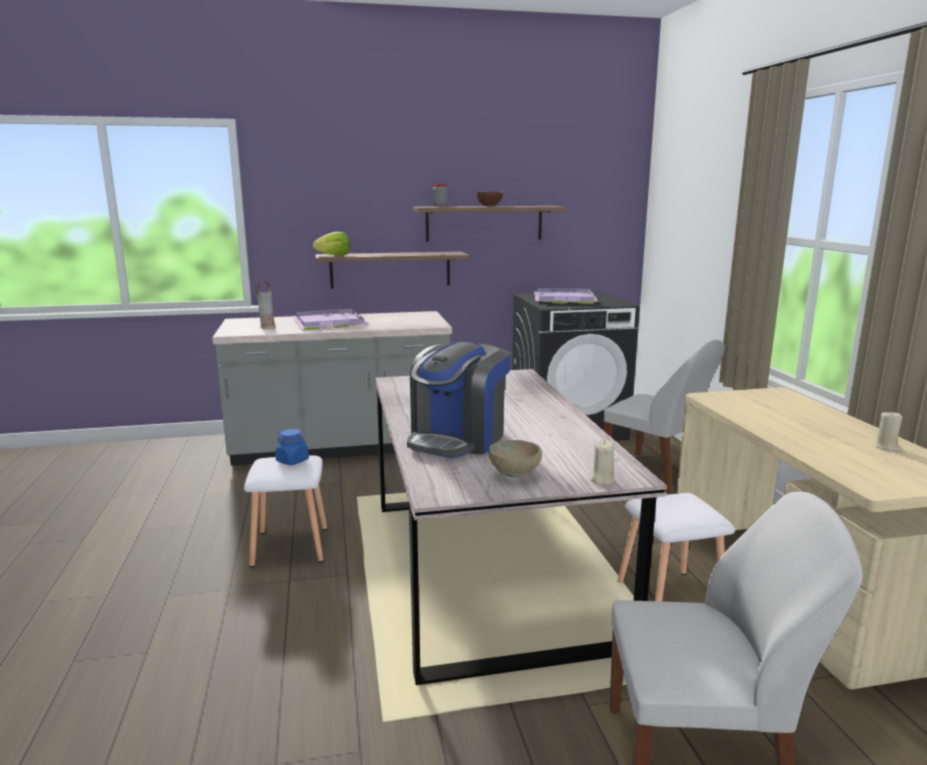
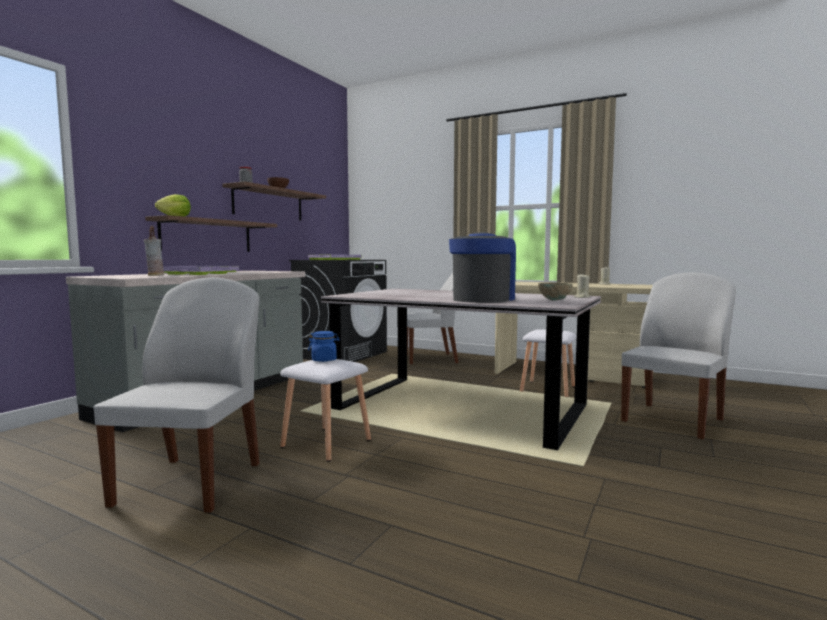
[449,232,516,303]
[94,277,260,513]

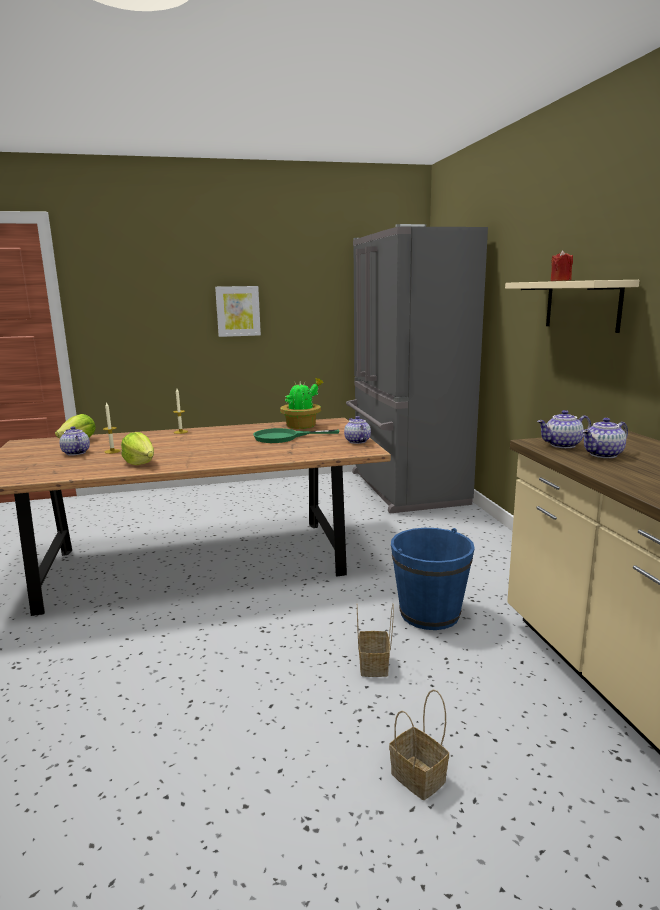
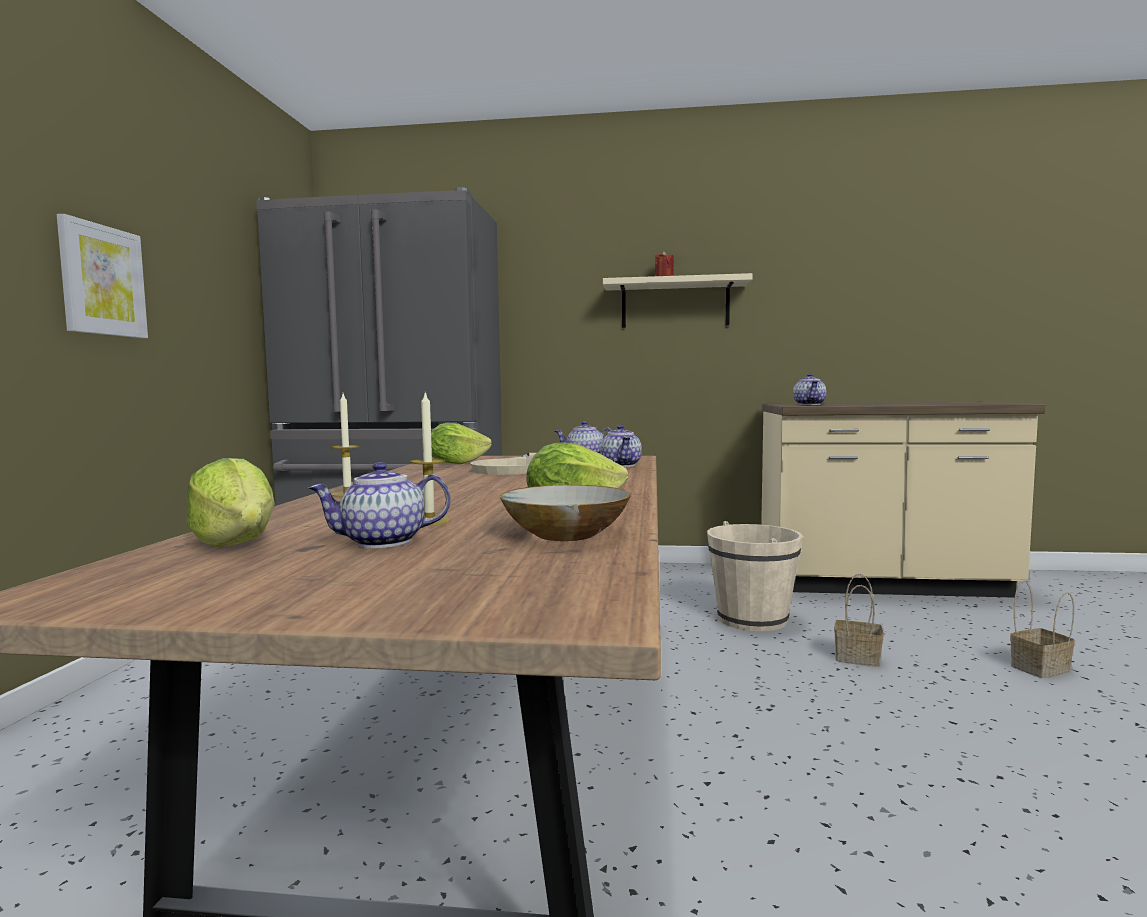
[431,423,492,464]
[600,425,642,467]
[470,453,536,475]
[707,521,803,631]
[500,485,631,541]

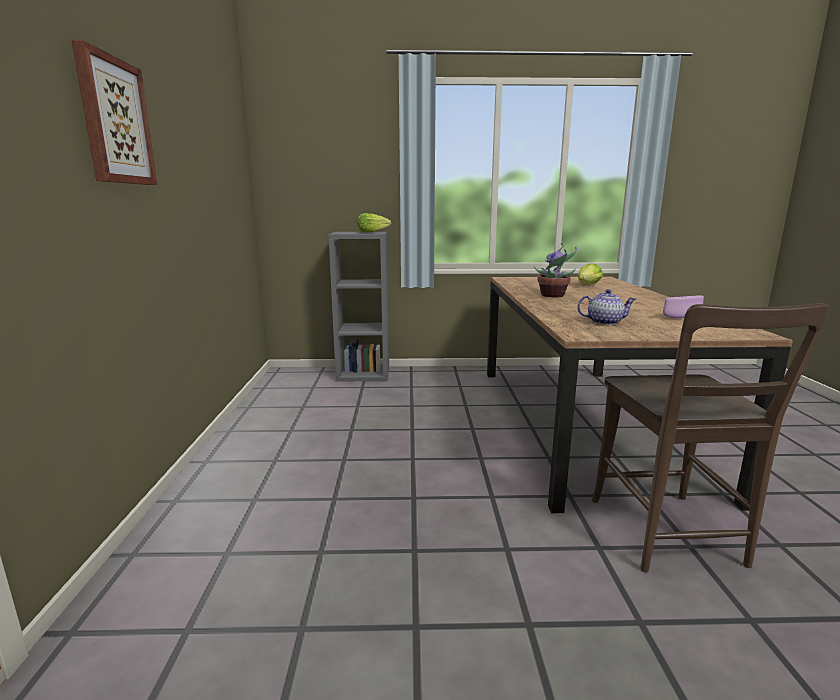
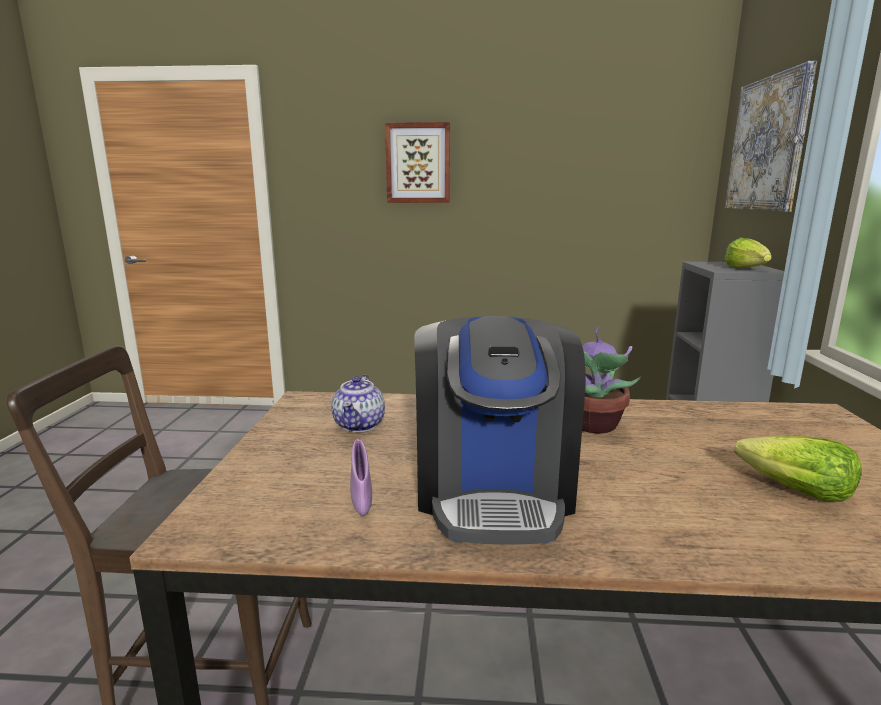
[725,61,817,212]
[414,316,586,545]

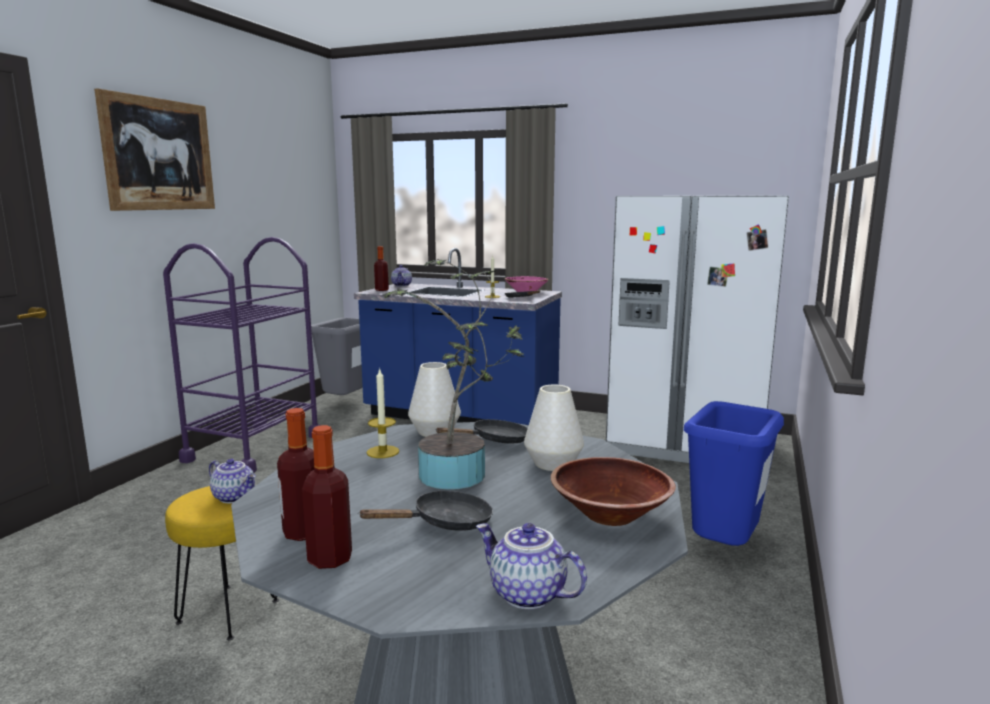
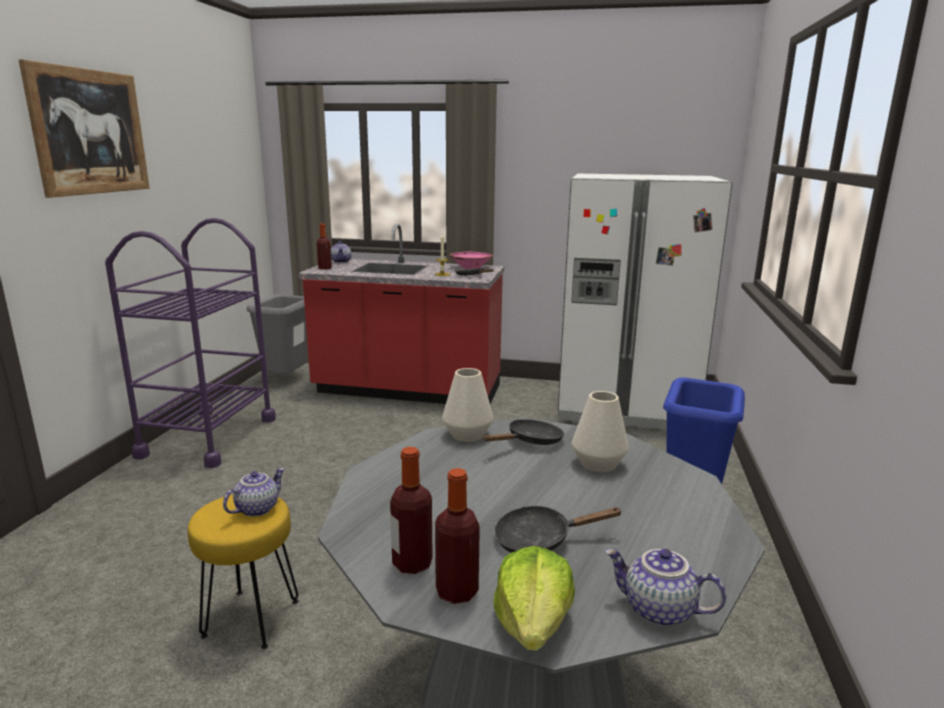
[298,224,504,404]
[382,259,524,490] (first image)
[367,367,399,458] (first image)
[551,457,676,526] (first image)
[223,468,285,517]
[494,506,623,553]
[494,546,575,651]

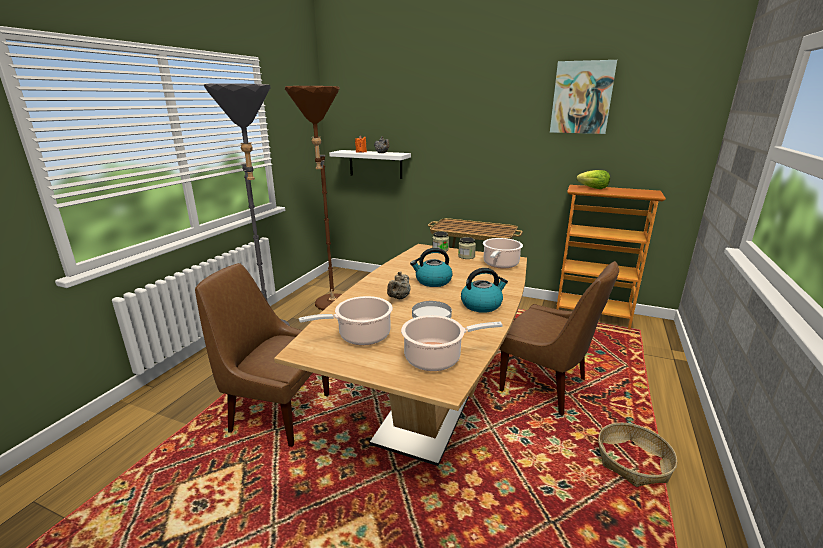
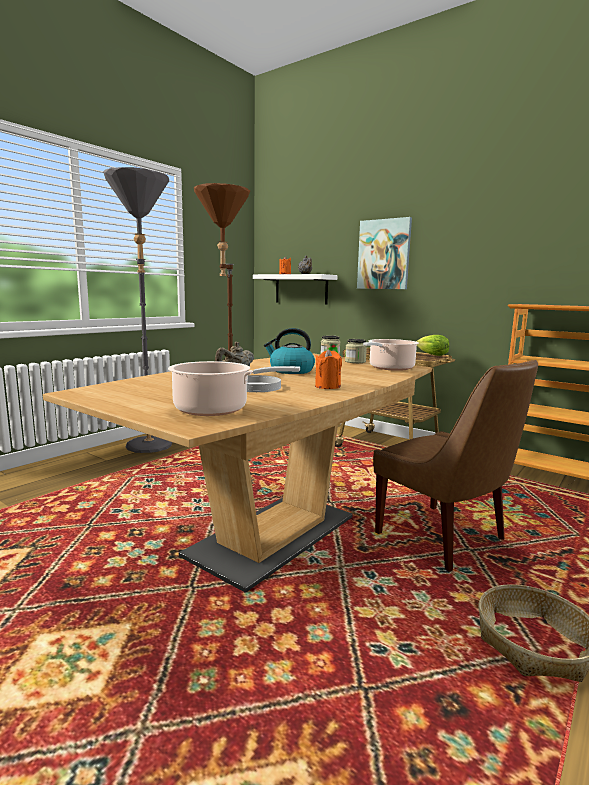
[357,217,412,289]
[416,335,449,356]
[195,263,329,447] (first image)
[315,349,342,389]
[298,296,393,345] (first image)

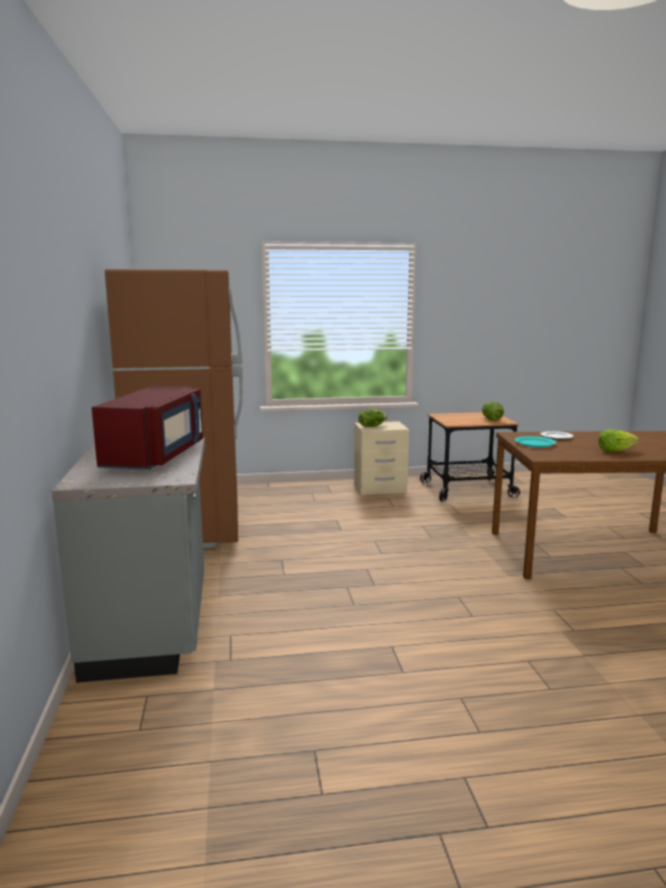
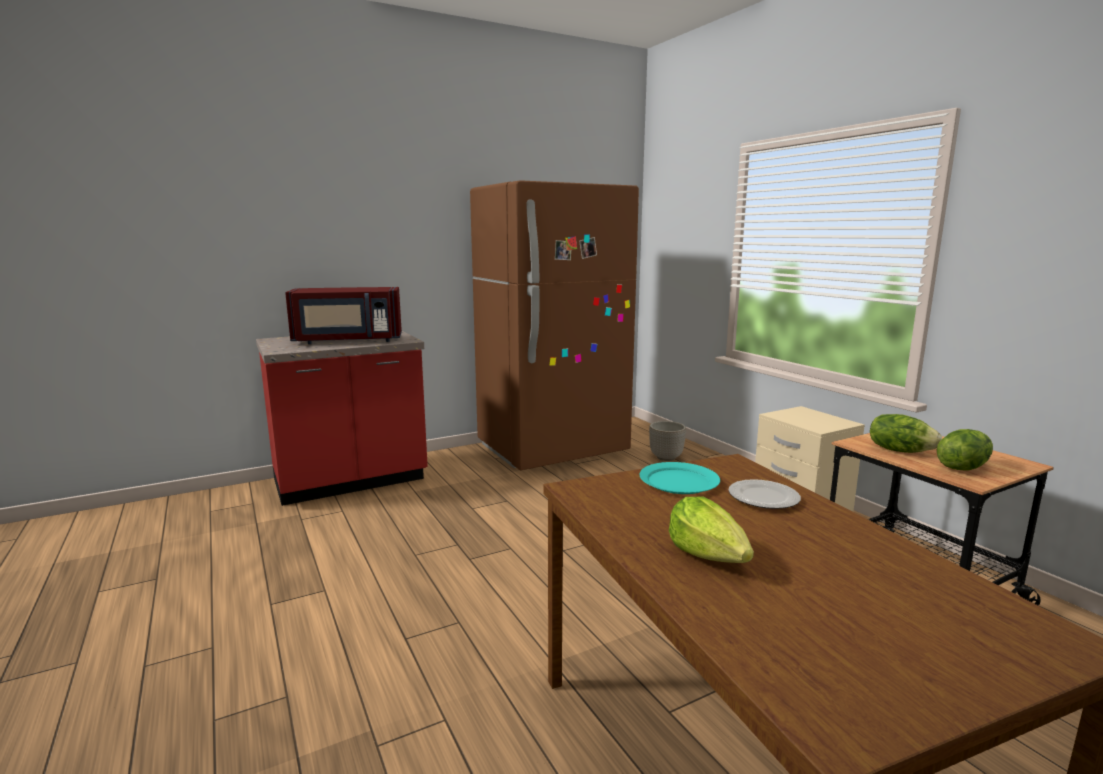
[870,414,942,453]
[256,331,428,506]
[649,421,686,461]

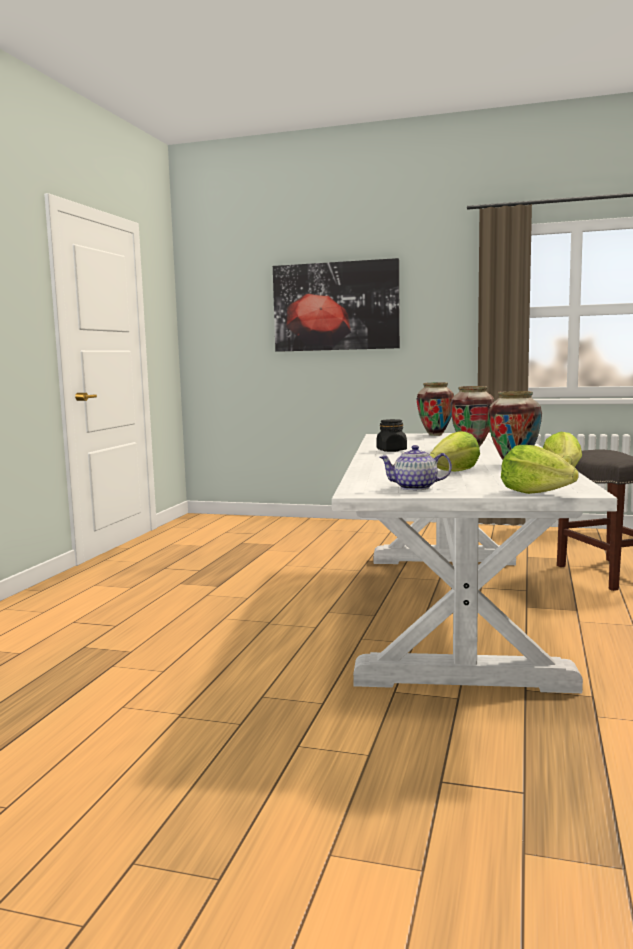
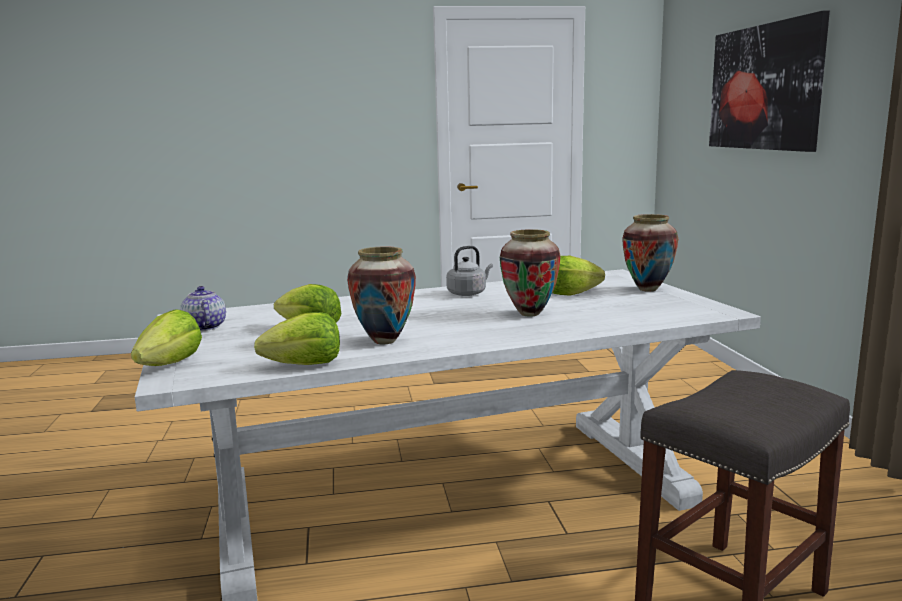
[446,246,493,296]
[553,256,605,296]

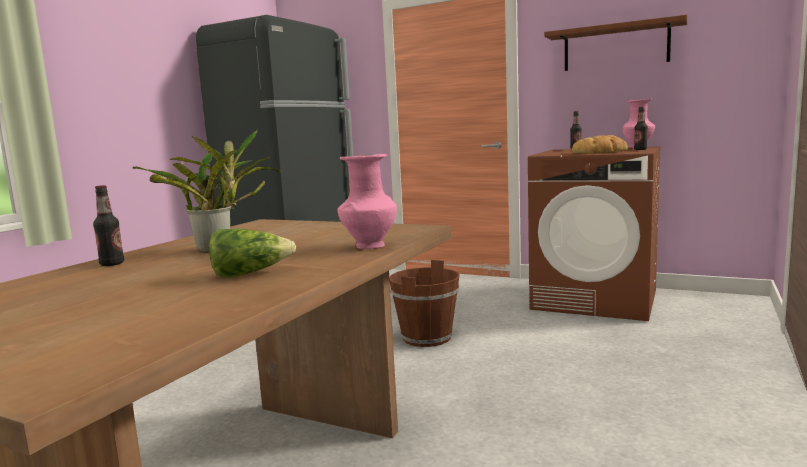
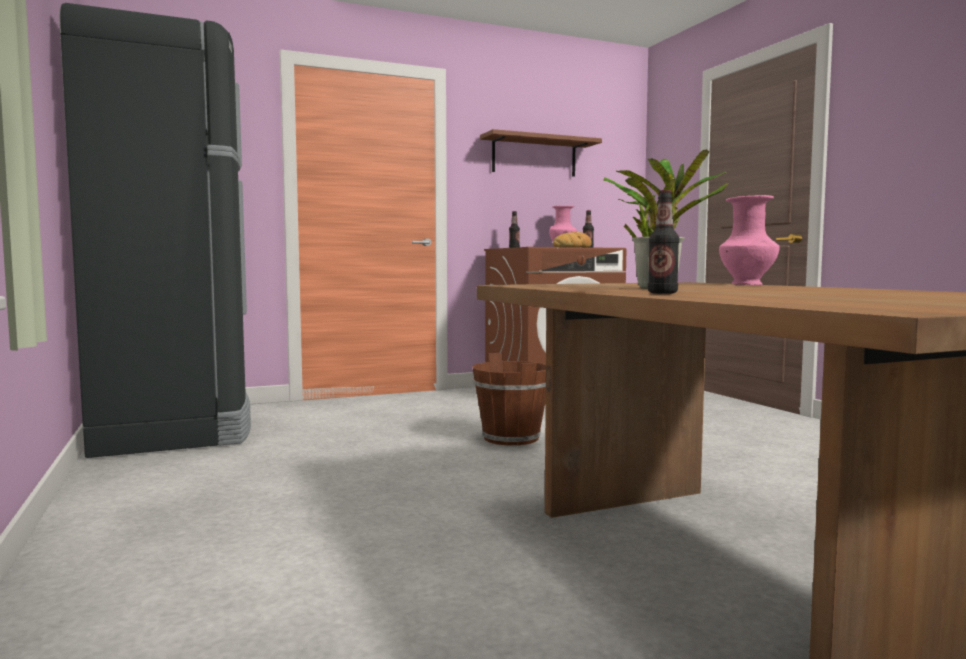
[209,229,296,278] (first image)

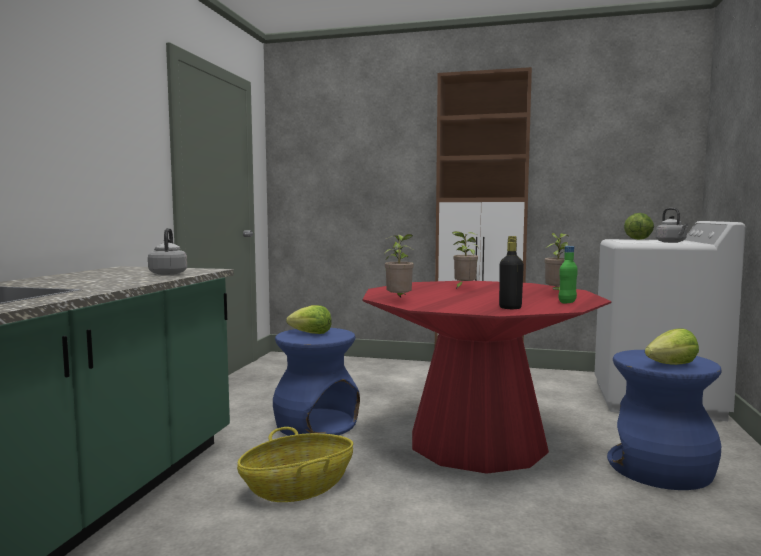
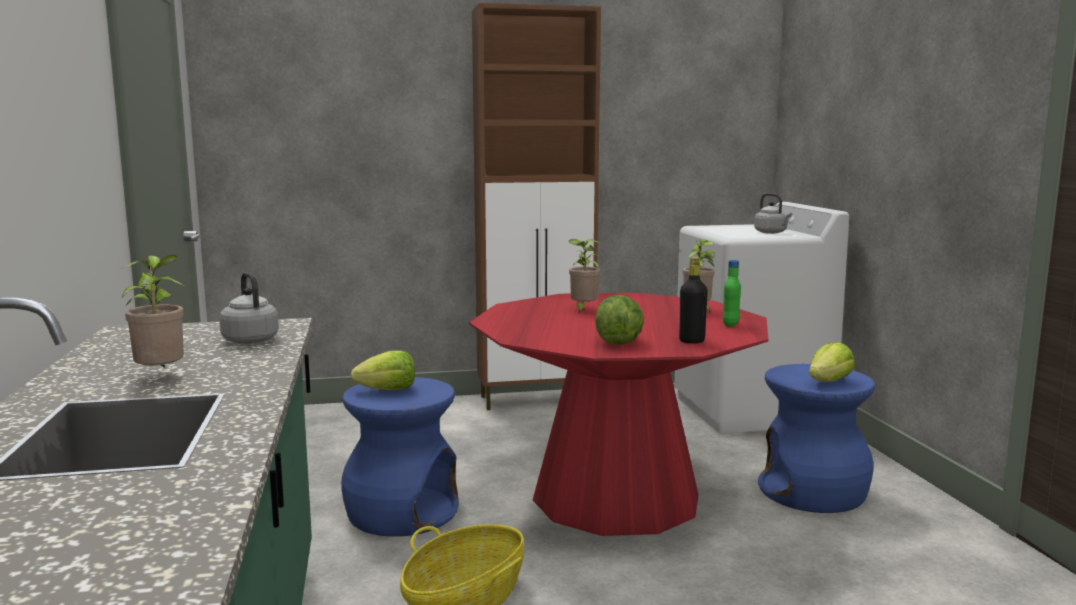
[595,295,644,345]
[121,255,184,369]

